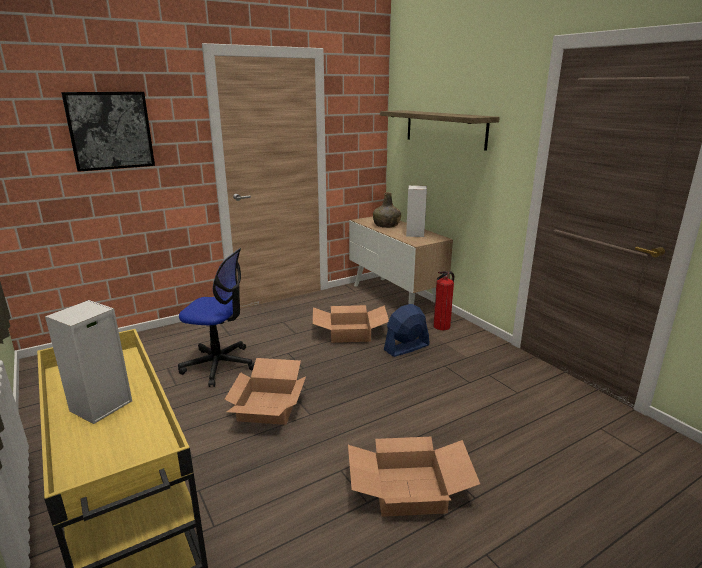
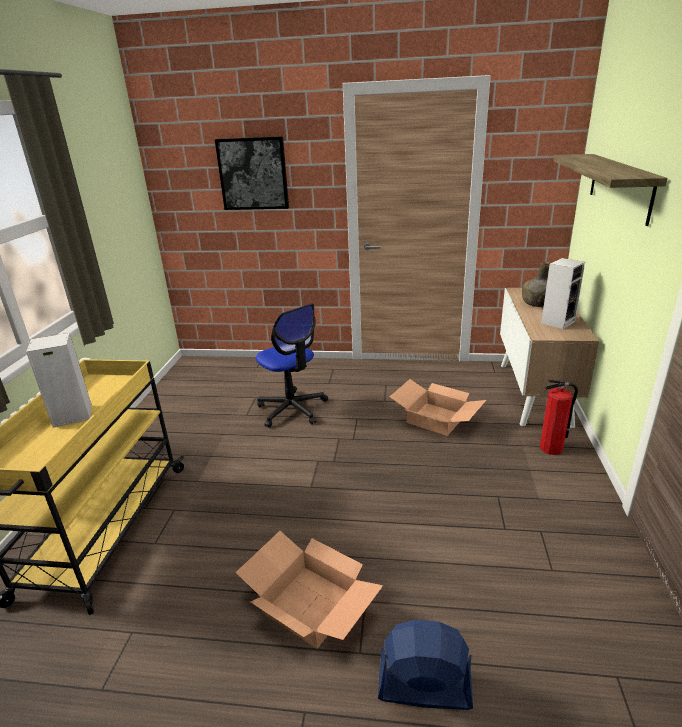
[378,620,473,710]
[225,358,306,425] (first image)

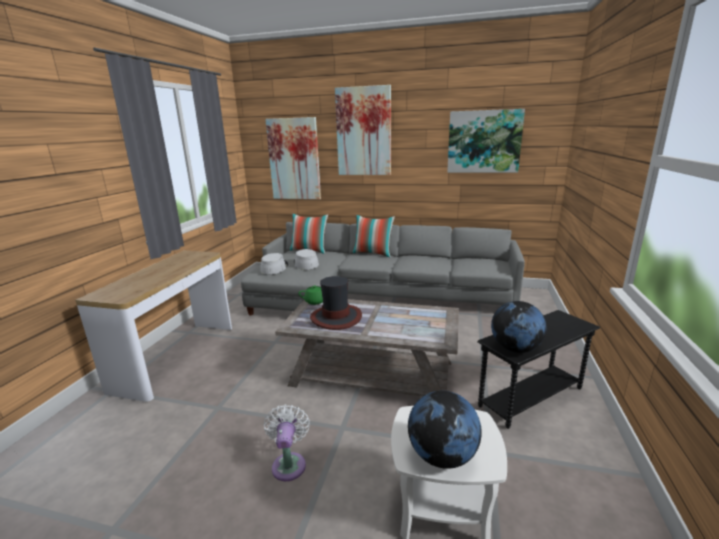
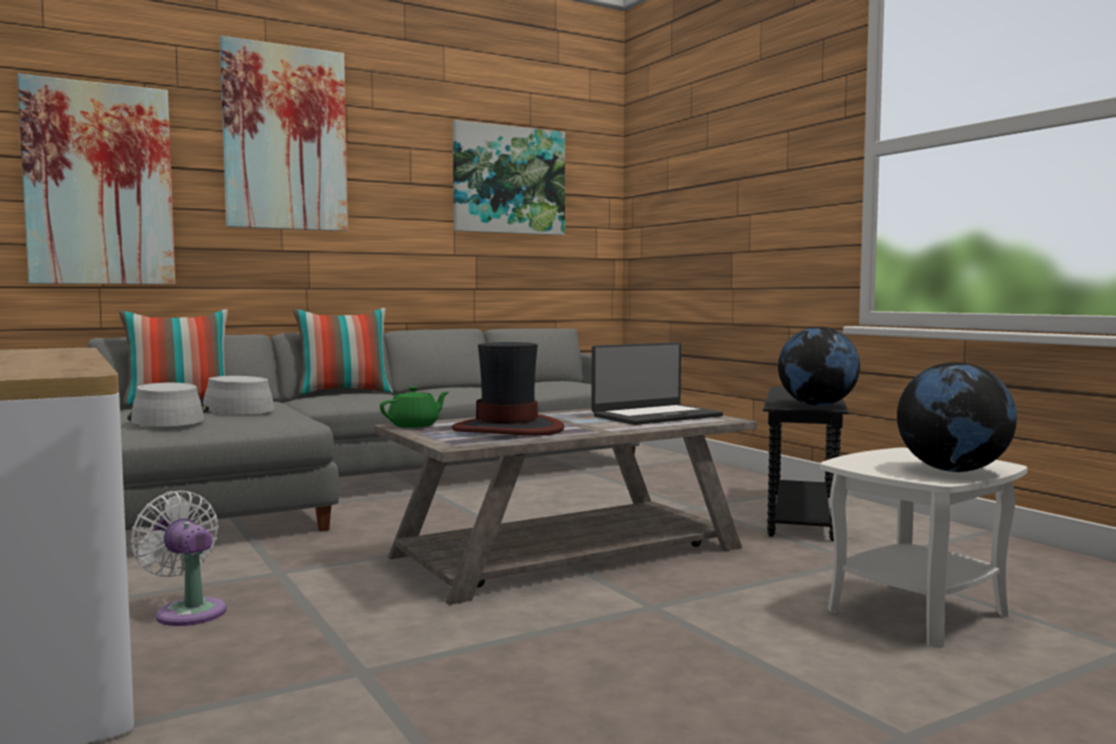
[130,491,227,626]
[591,342,723,425]

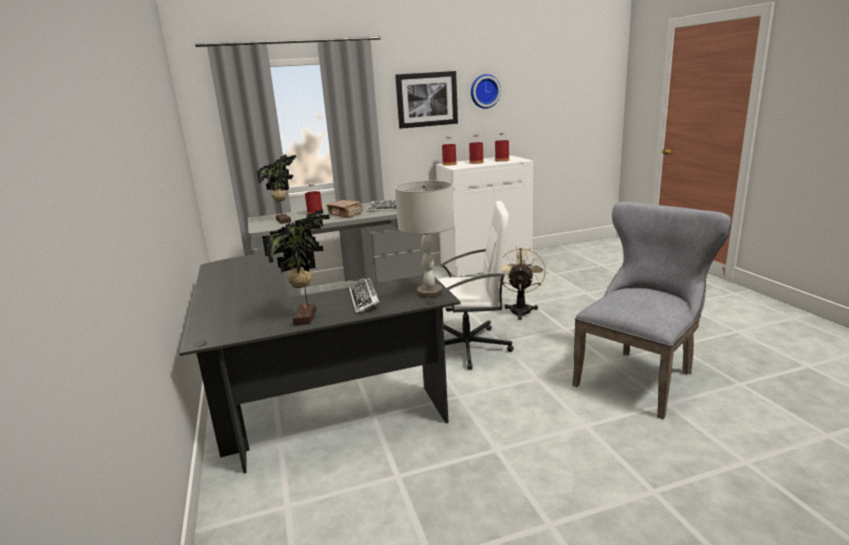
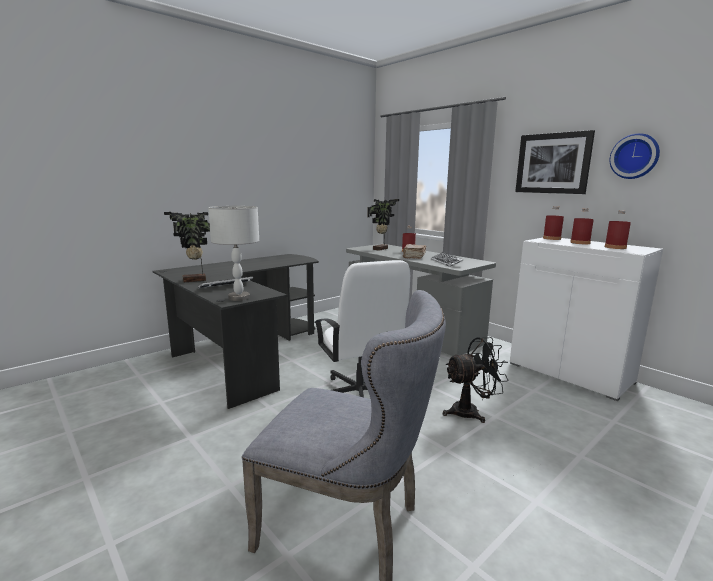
[443,337,509,423]

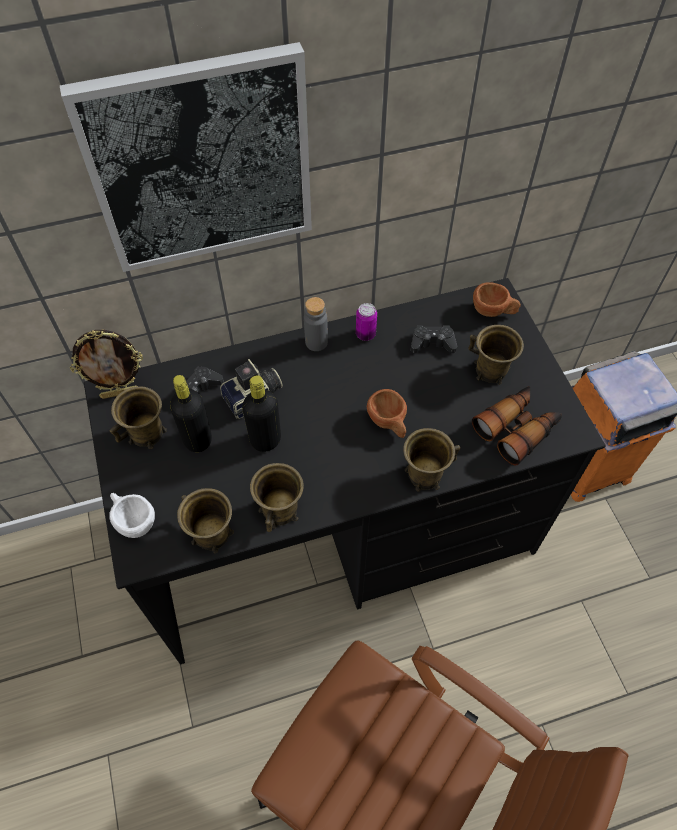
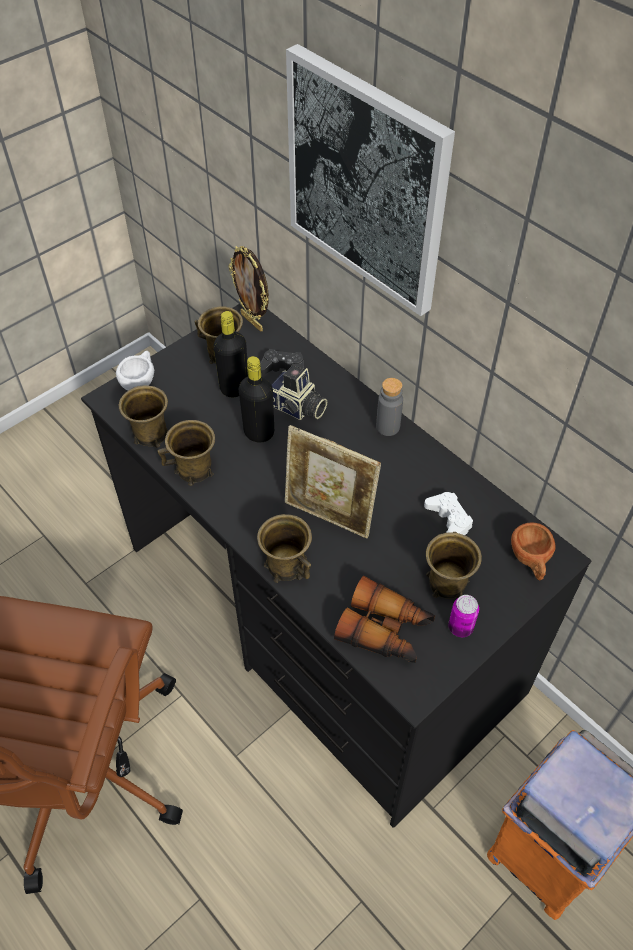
[448,595,479,637]
[424,492,473,535]
[285,425,381,539]

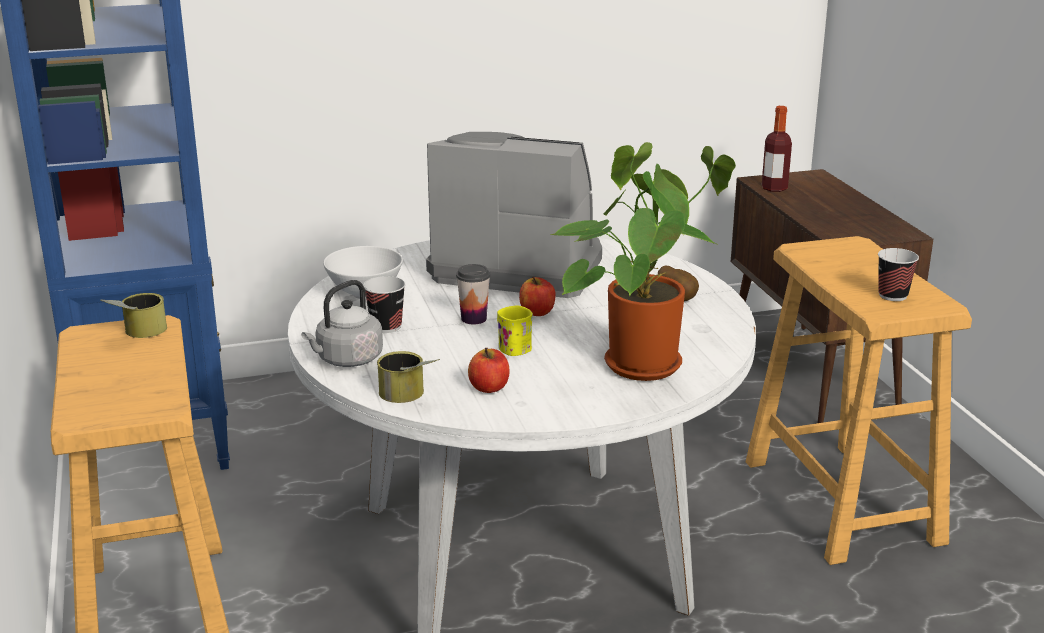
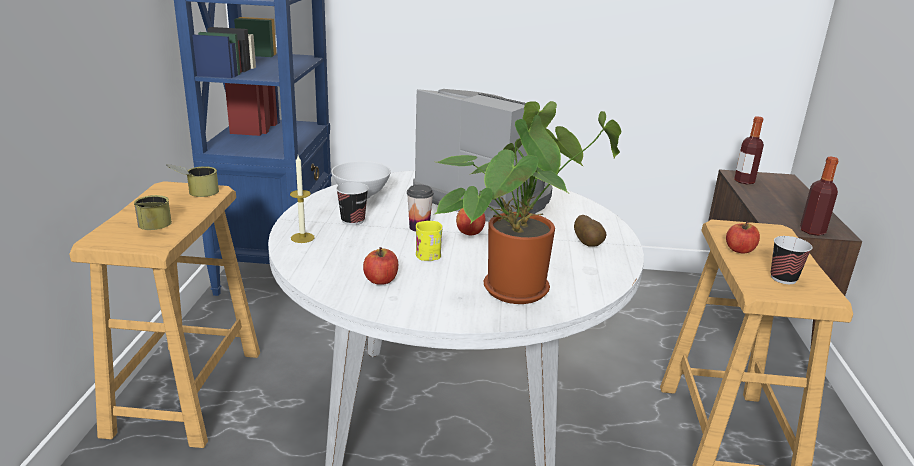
[290,156,315,243]
[134,195,172,230]
[800,156,838,236]
[726,222,760,254]

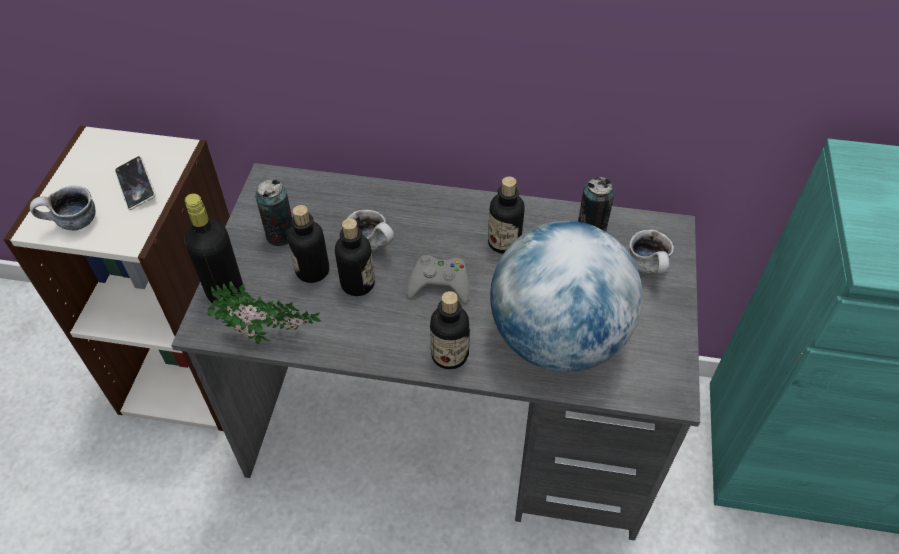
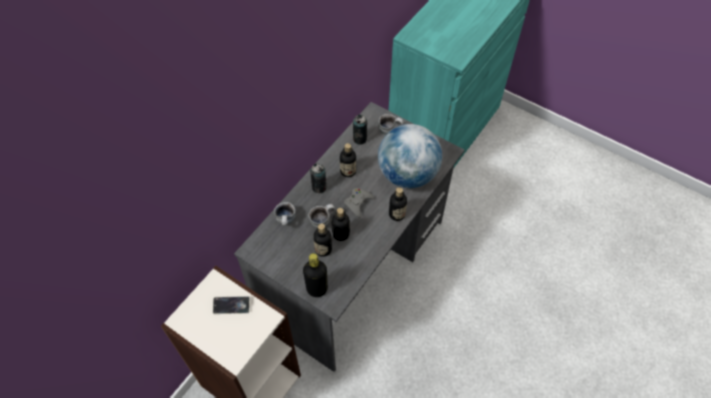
[310,163,327,194]
[274,202,295,226]
[208,281,321,344] (first image)

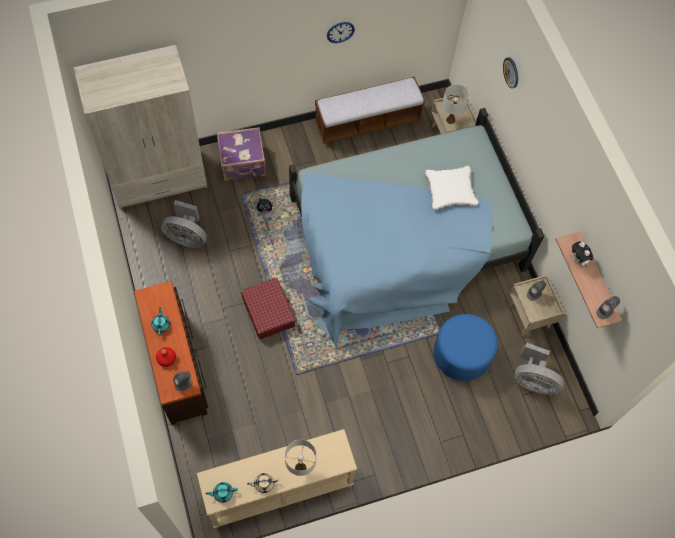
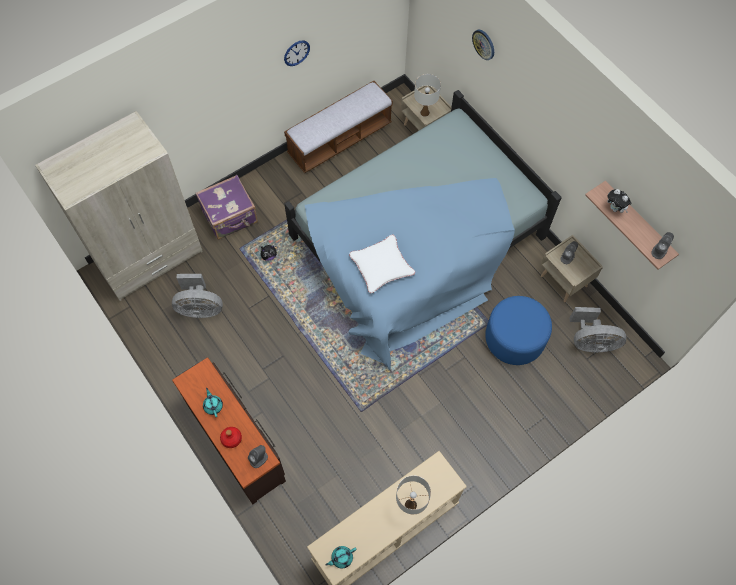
[349,234,415,293]
[241,278,296,339] (first image)
[247,473,279,493] (first image)

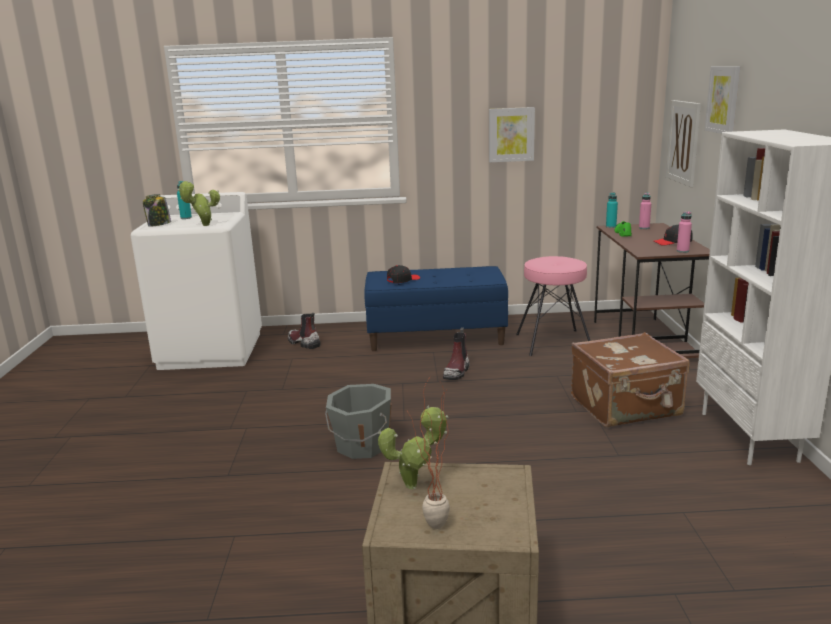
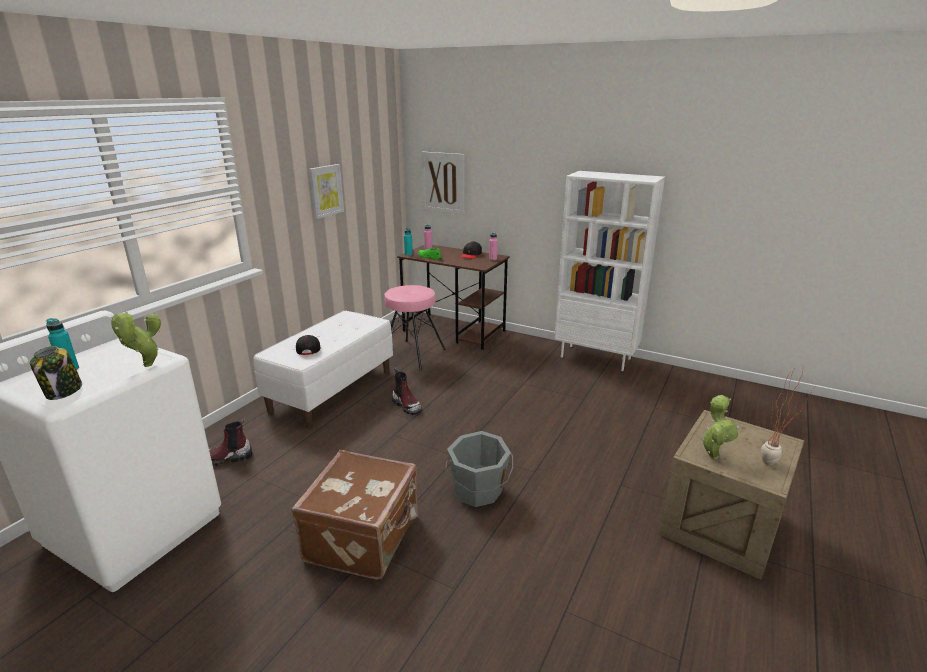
[705,66,740,134] (first image)
[253,310,393,428]
[291,450,418,580]

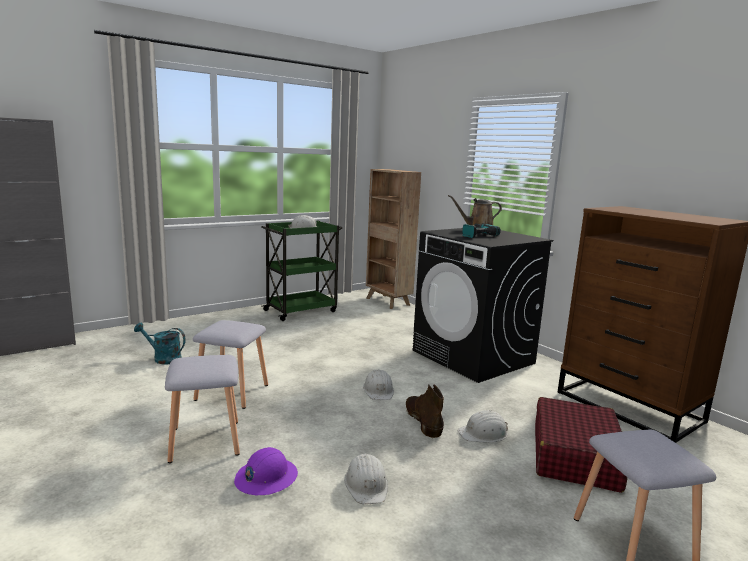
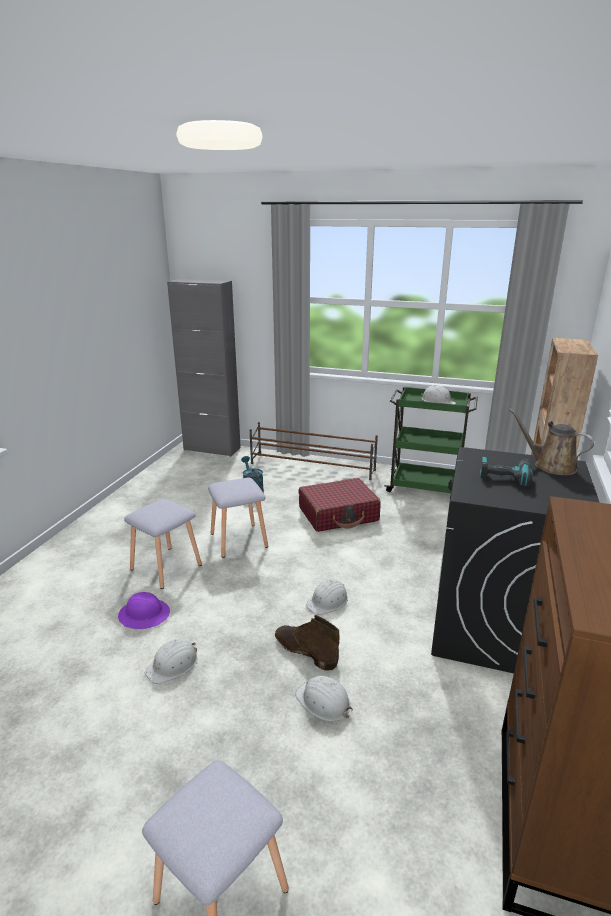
[275,615,339,671]
[299,478,381,532]
[250,422,378,480]

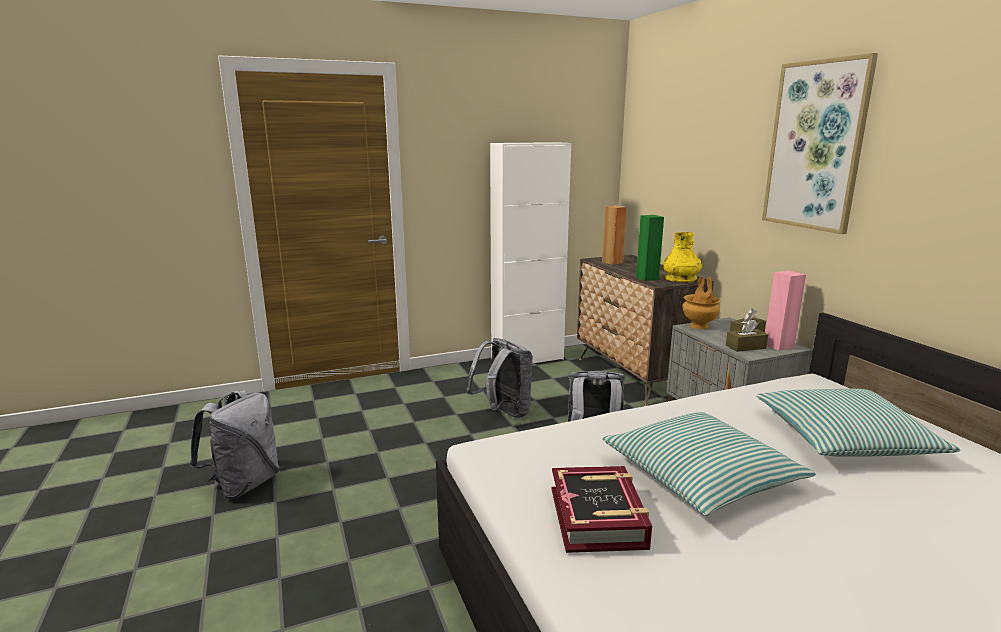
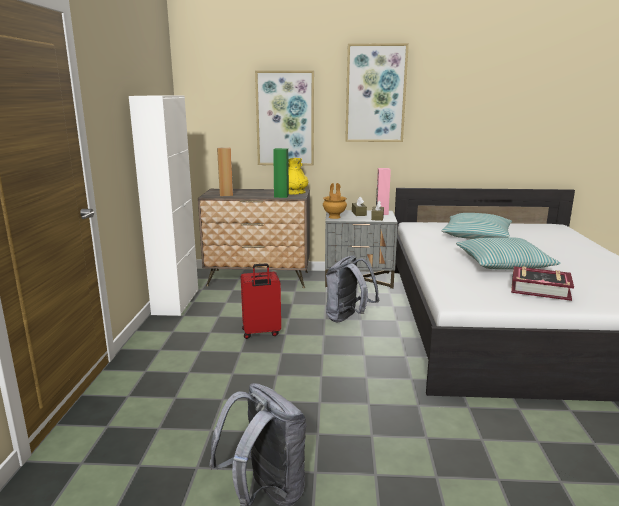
[241,263,281,339]
[255,70,314,166]

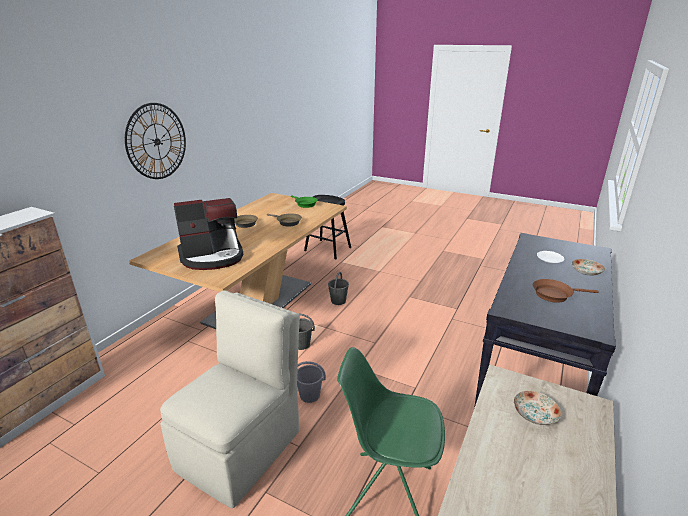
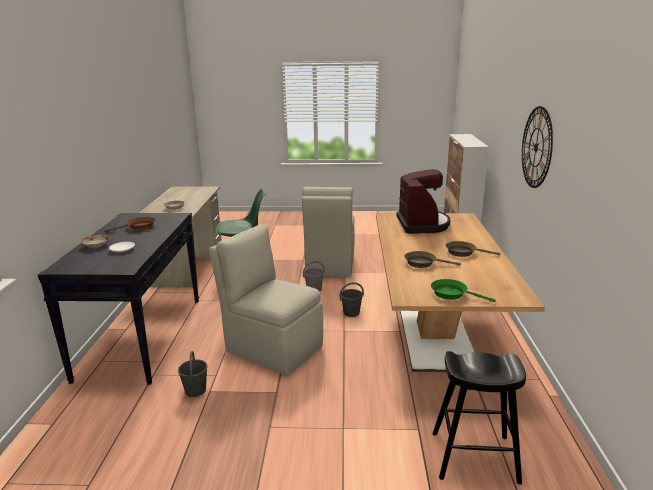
[396,169,450,234]
[178,351,207,397]
[209,224,323,376]

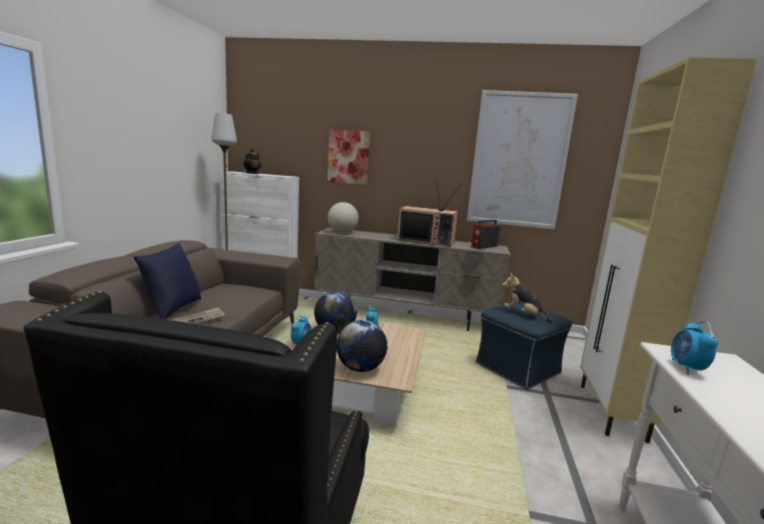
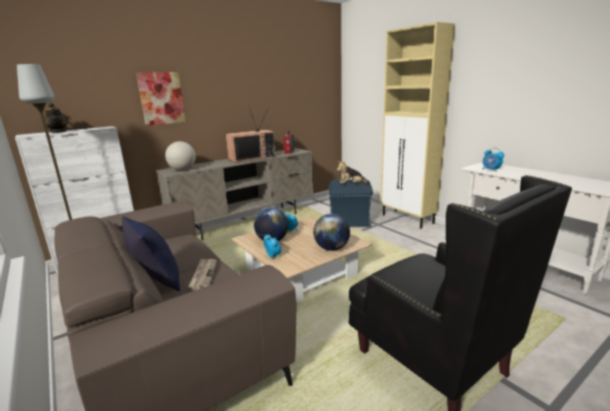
[467,90,578,229] (first image)

